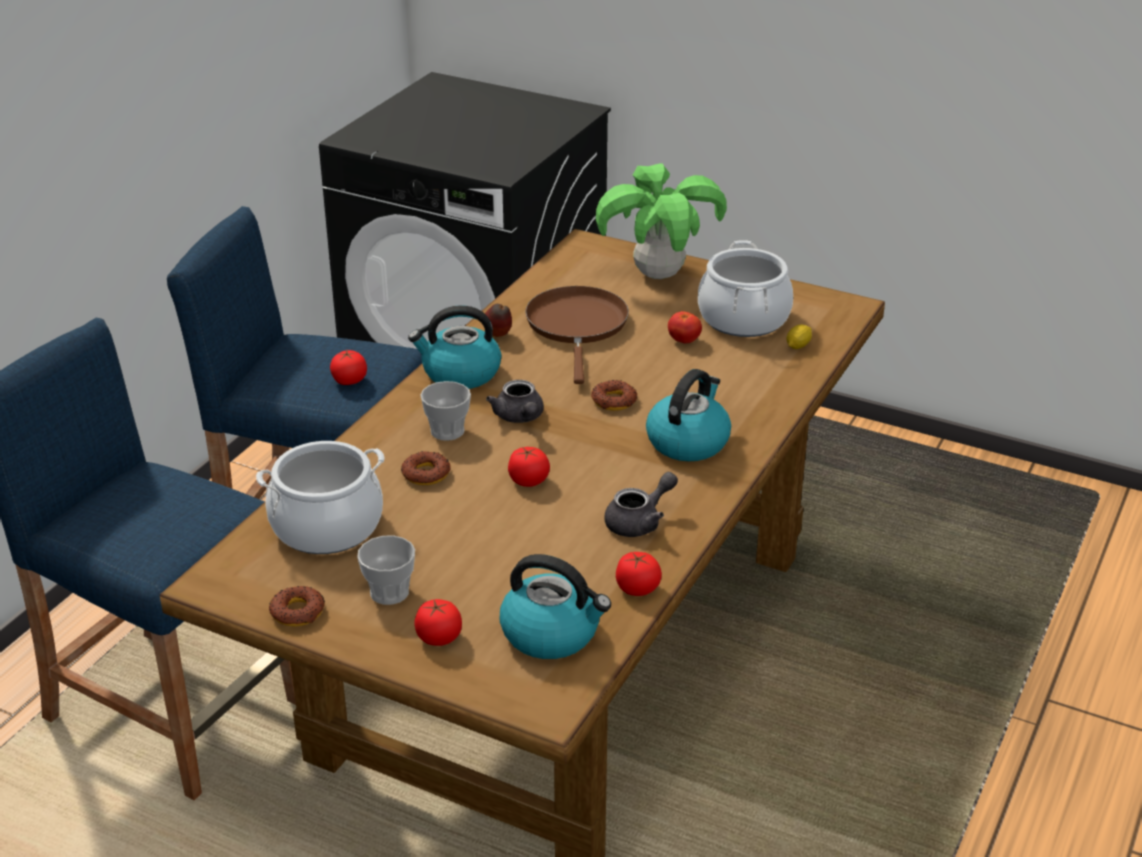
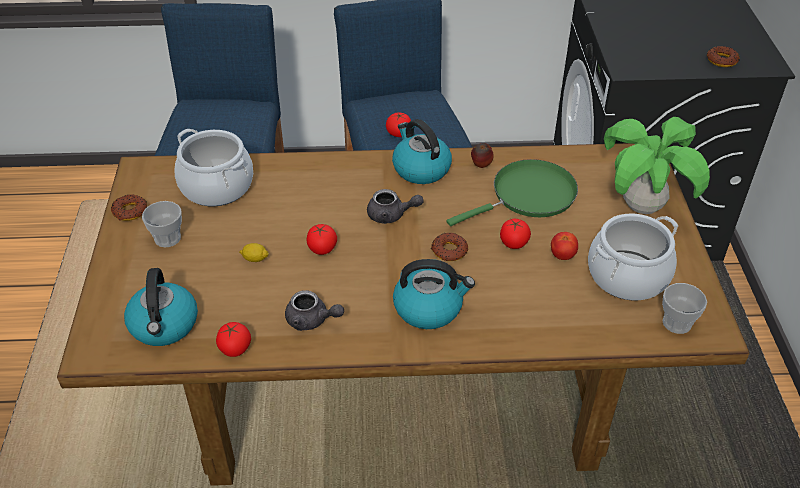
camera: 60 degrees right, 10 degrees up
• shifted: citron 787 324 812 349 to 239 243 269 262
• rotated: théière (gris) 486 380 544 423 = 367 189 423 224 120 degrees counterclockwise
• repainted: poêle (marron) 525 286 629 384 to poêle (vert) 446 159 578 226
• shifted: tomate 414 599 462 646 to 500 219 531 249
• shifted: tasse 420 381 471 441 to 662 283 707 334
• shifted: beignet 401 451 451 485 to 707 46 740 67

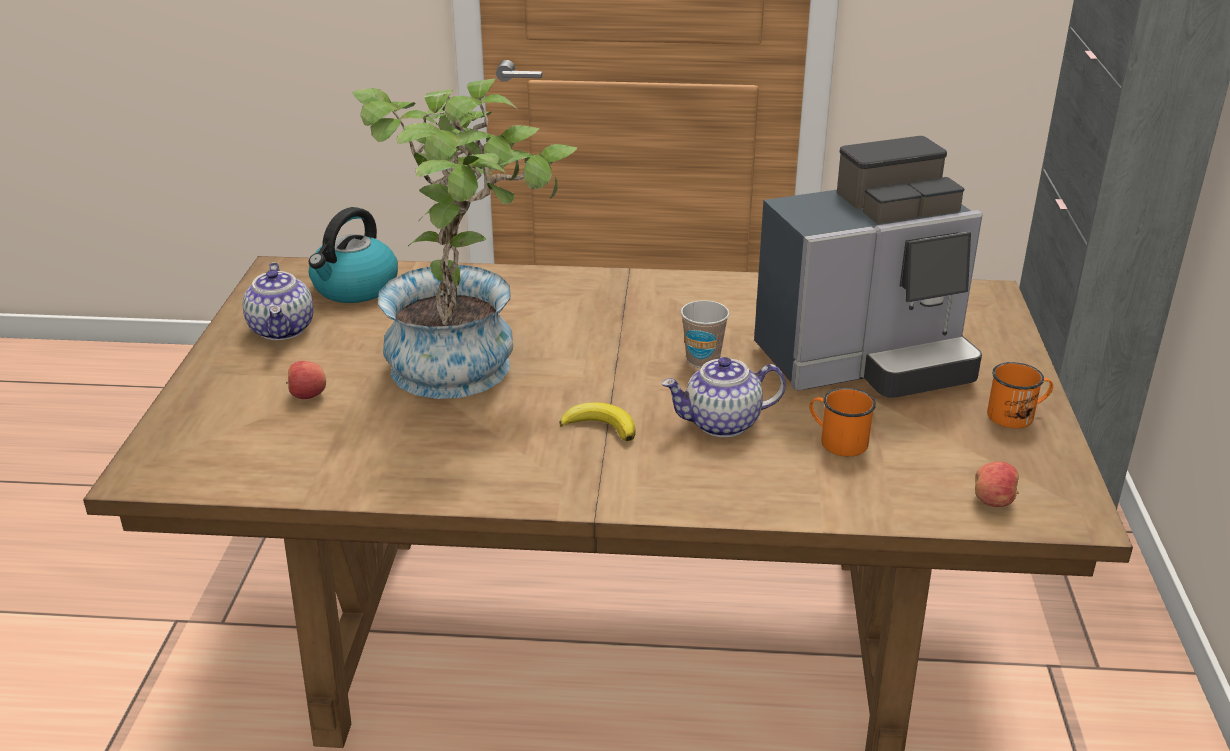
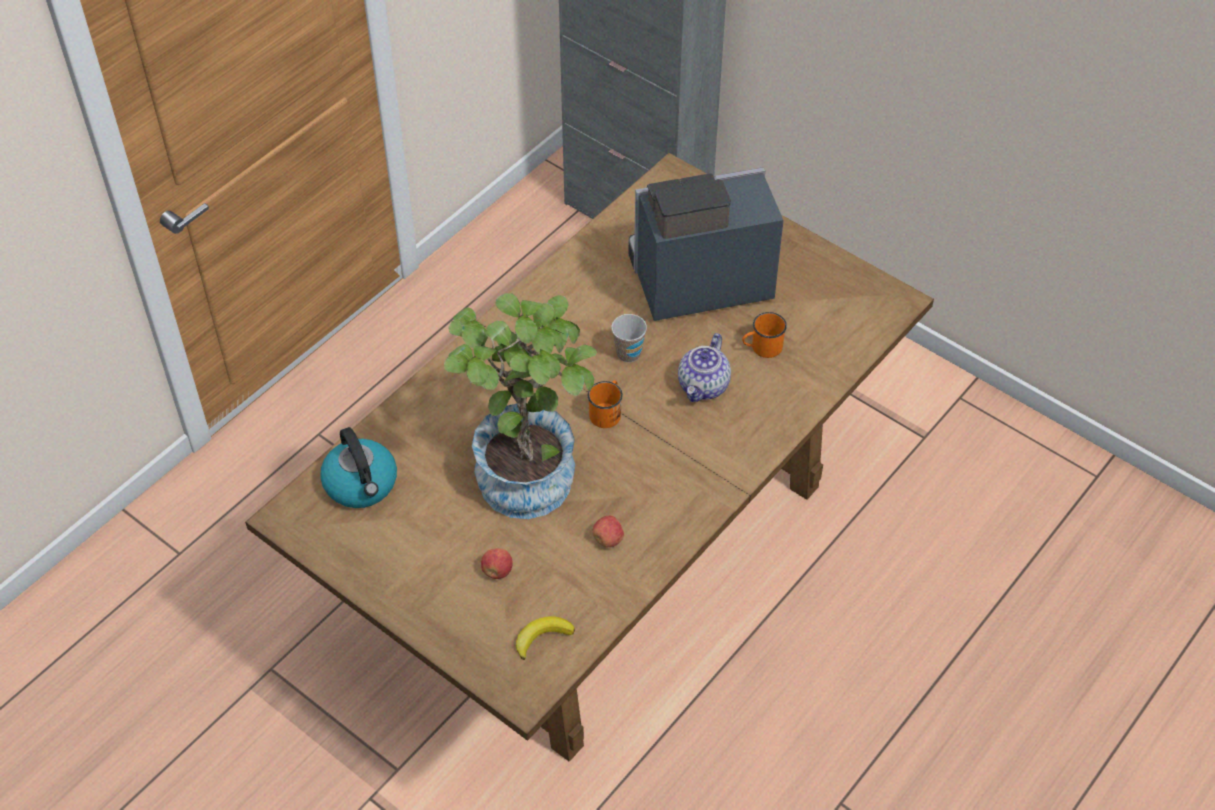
camera: 55 degrees left, 20 degrees up
• shifted: banane 559 402 636 441 to 516 616 575 660
• shifted: mug (orange) 987 362 1053 428 to 588 380 623 428
• shifted: pomme 975 461 1019 507 to 592 516 624 547
• rotated: machine à café 754 136 983 398 = 629 167 784 321 120 degrees counterclockwise
• gone: théière 243 262 314 340

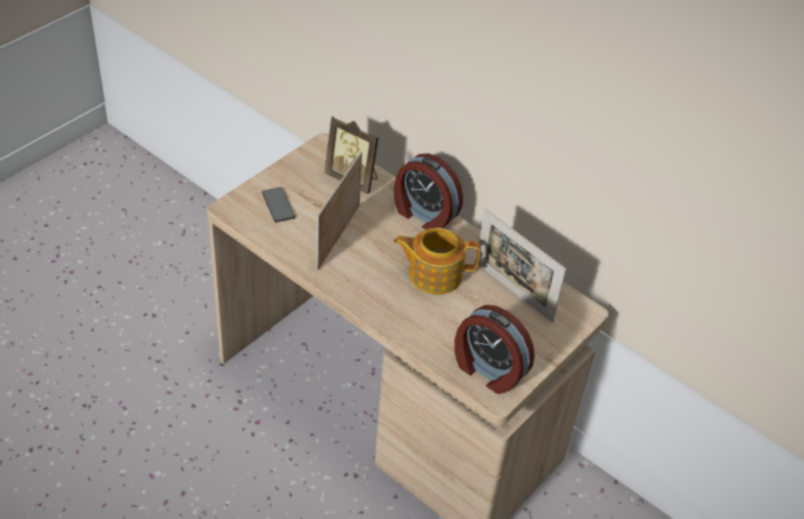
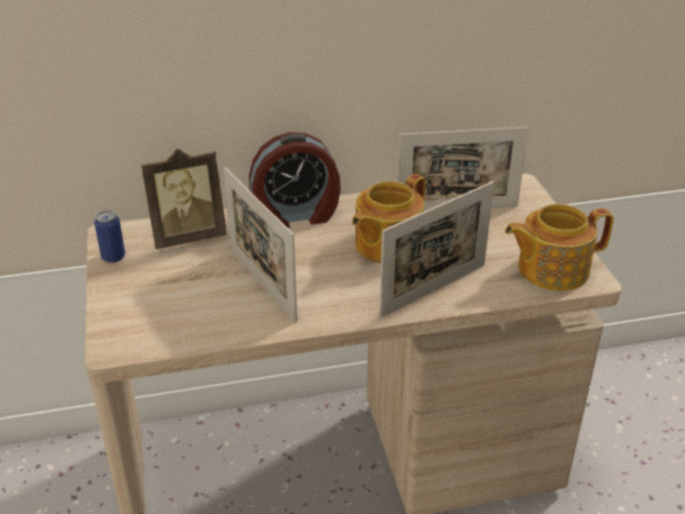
camera: 50 degrees left, 10 degrees down
• new: boîte métallique 94 210 125 263
• new: cadre photo 379 181 494 318
• swapped: réveil 454 305 535 394 to théière 505 204 614 291
• gone: téléphone 262 187 295 222

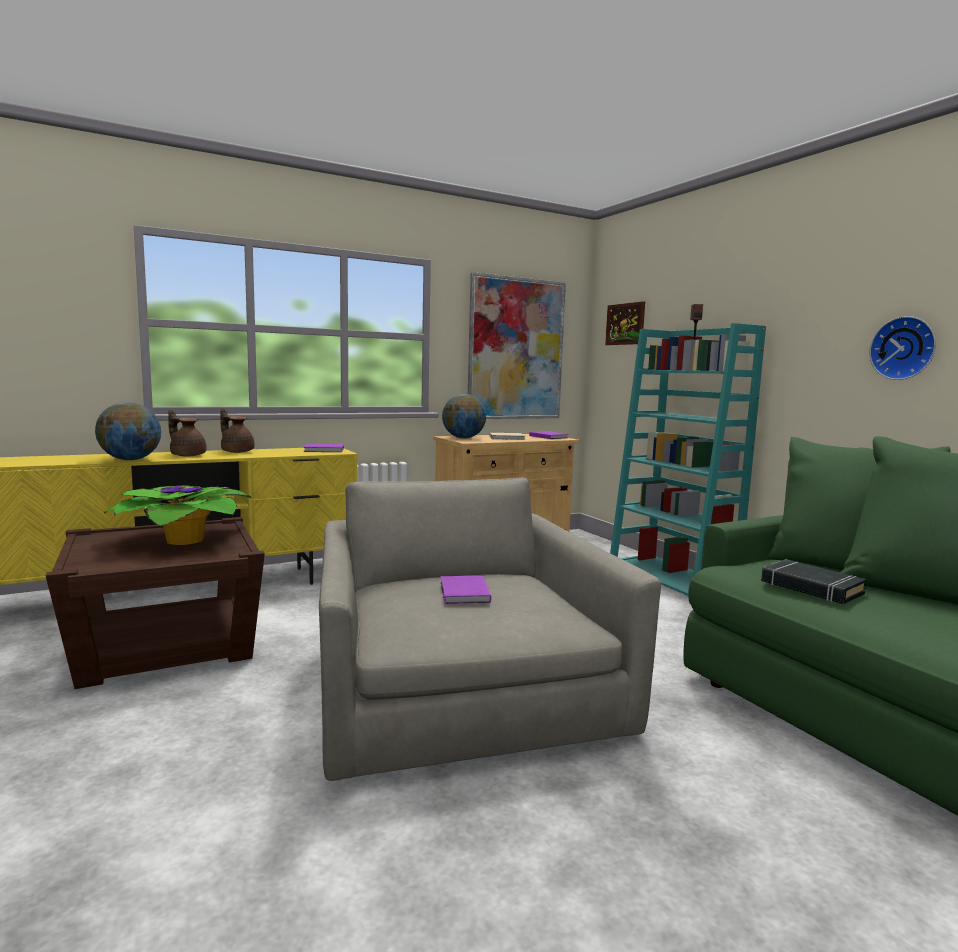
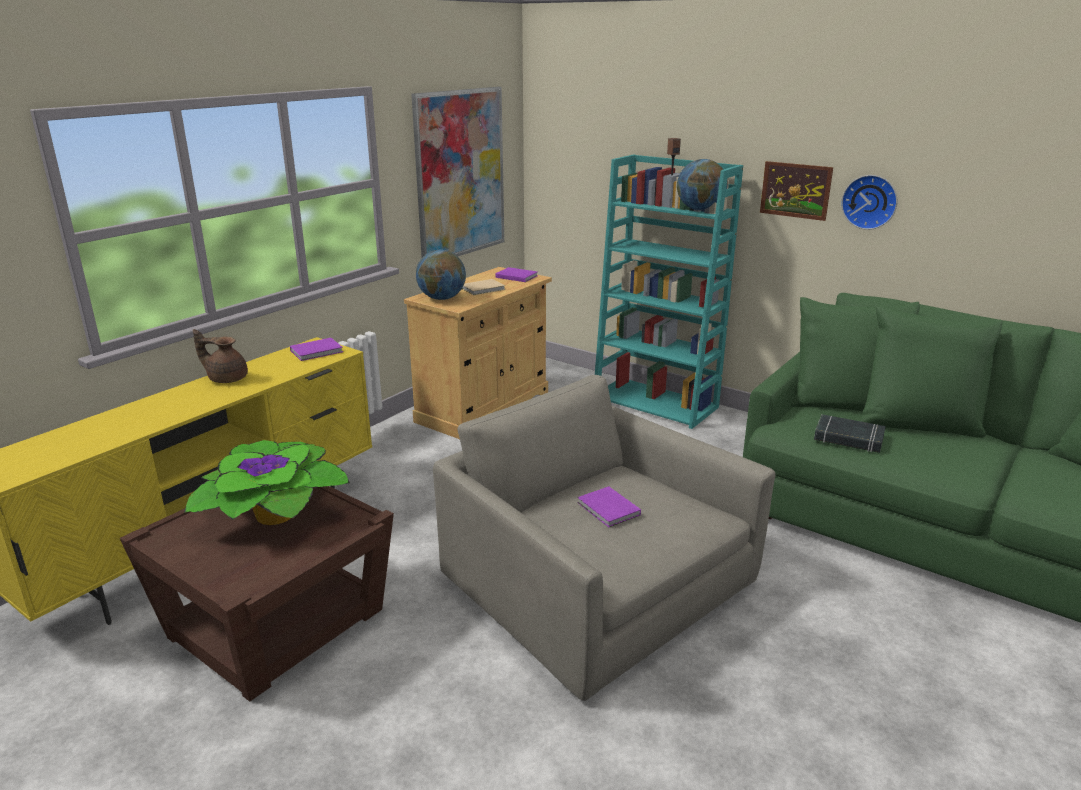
camera: 25 degrees left, 15 degrees up
• shifted: globe 95 402 161 460 to 677 159 728 211
• shifted: tableau 605 301 645 345 to 760 161 833 221
• gone: théière (marron) 168 409 207 456

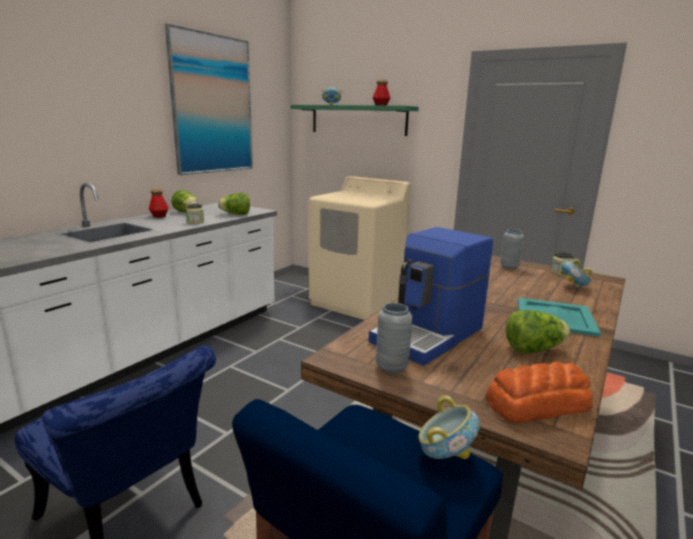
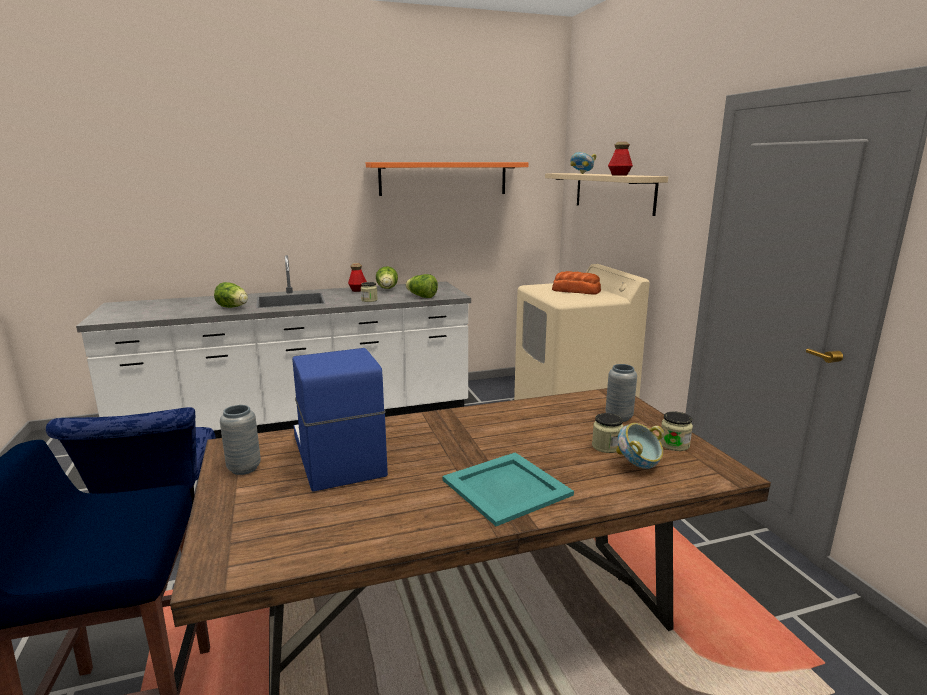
camera: 40 degrees right, 0 degrees up
• shifted: laitue 506 310 570 354 to 214 282 248 308
• rotated: machine à café 369 227 493 366 = 292 348 388 492 75 degrees clockwise
• swapped: tableau 165 23 253 175 to étagère (orange) 366 162 528 196
• repainted: étagère (vert) 290 105 419 136 to étagère (beige) 545 173 668 216
• shifted: pain 485 362 593 423 to 552 271 601 294
• new: bocal 592 413 624 453
• gone: bol 418 395 480 459

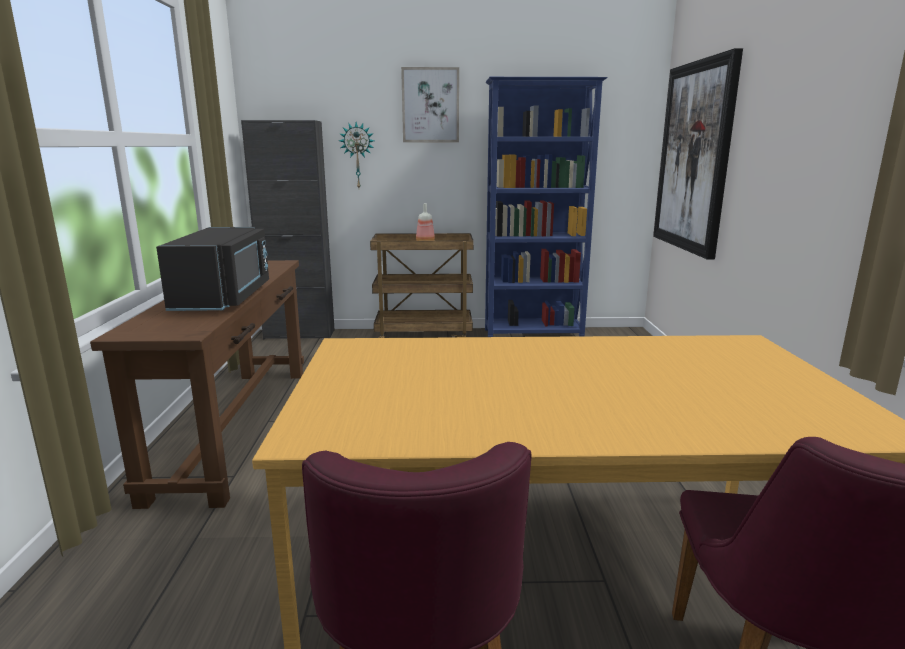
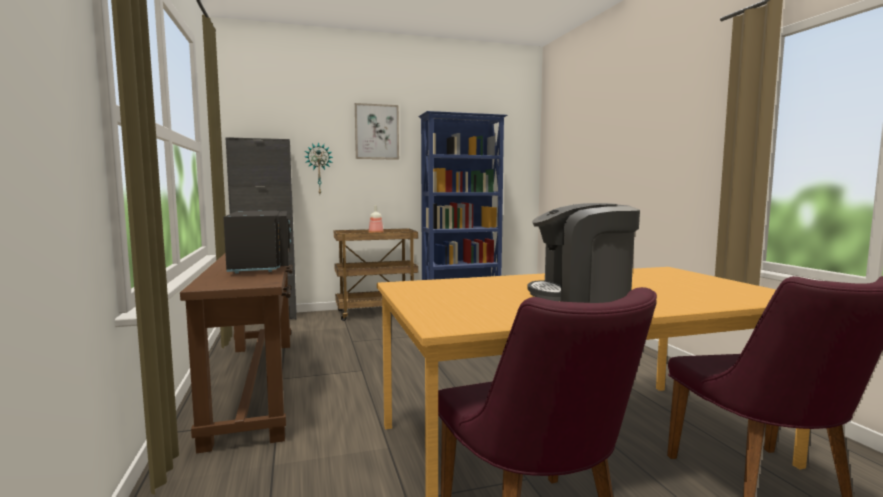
camera: 15 degrees left, 10 degrees down
• new: machine à café 528 203 640 303
• gone: tableau 653 48 743 260

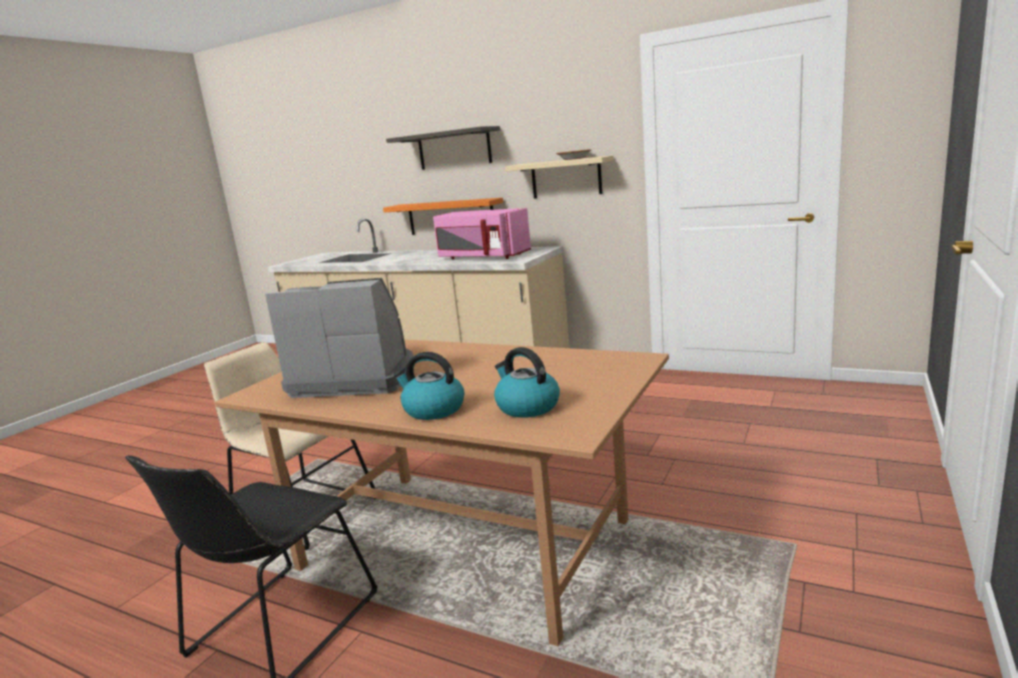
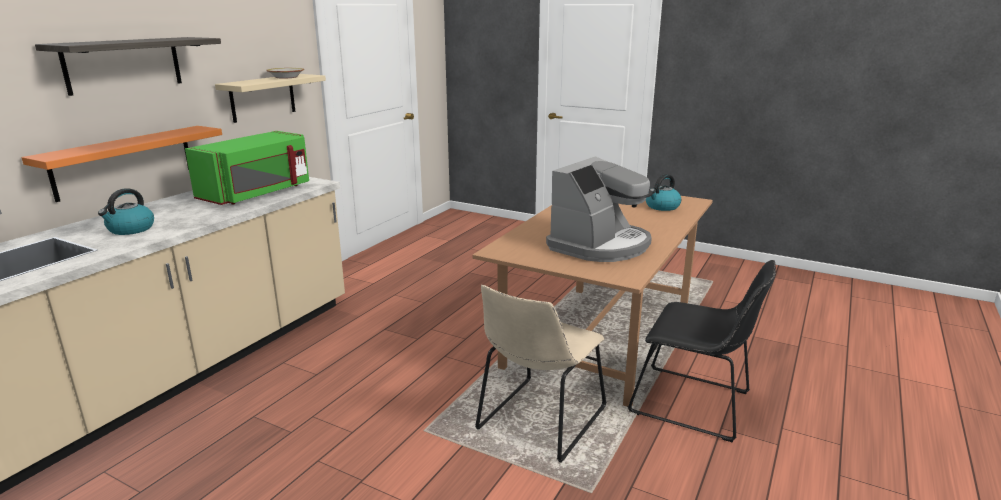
camera: 90 degrees left, 5 degrees up
• shifted: bouilloire 394 352 464 420 to 98 188 154 235
• repainted: micro-ondes (rose) 433 208 531 259 to micro-ondes (vert) 185 131 309 205
• rotated: machine à café 265 278 414 398 = 546 156 653 262 150 degrees counterclockwise

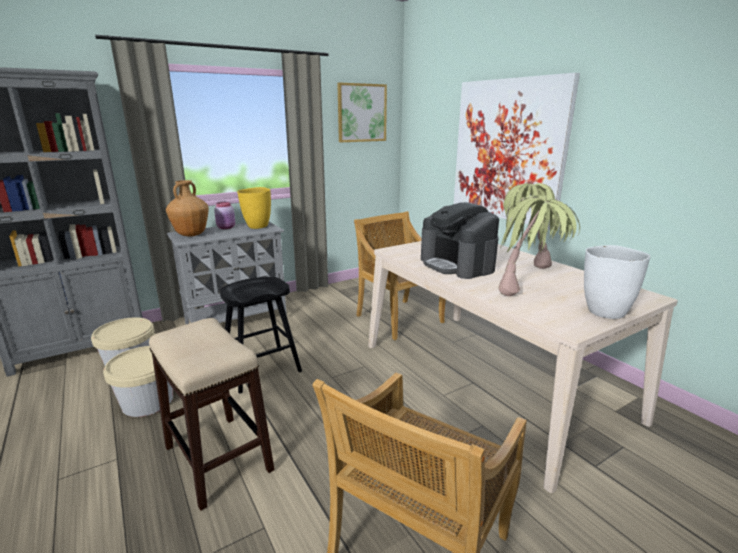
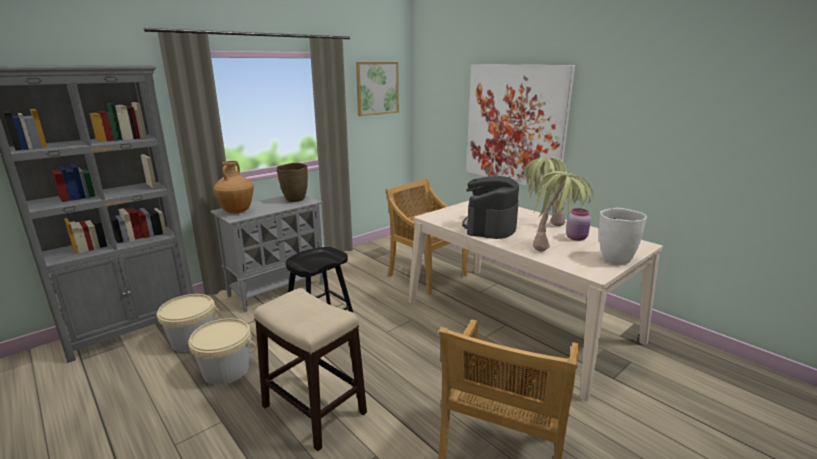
camera: 10 degrees left, 0 degrees up
• repainted: vase (jaune) 237 187 271 229 to vase (marron) 276 163 308 202
• rotated: machine à café 421 202 499 279 = 462 176 519 239 60 degrees clockwise
• shifted: bocal (rose) 214 202 235 229 to 566 208 591 241

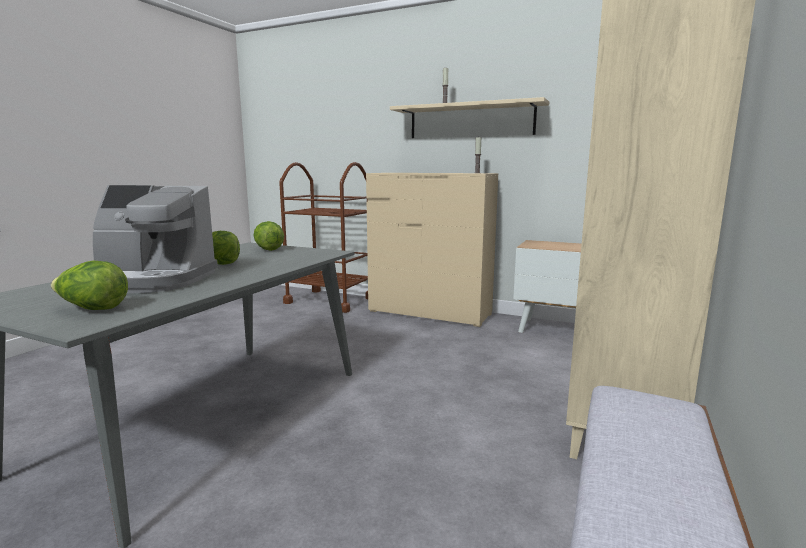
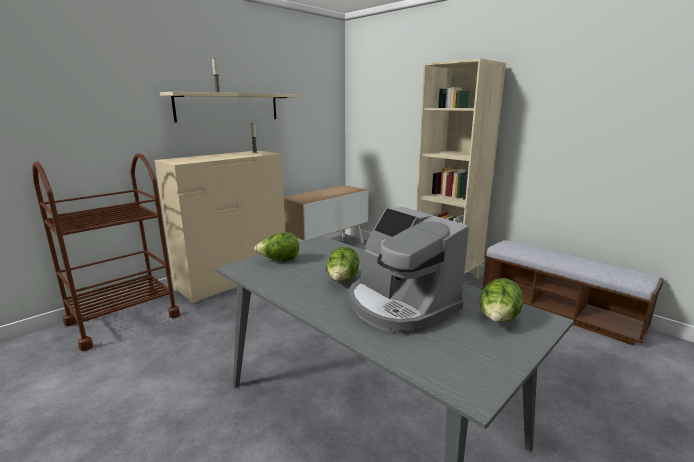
camera: 70 degrees left, 5 degrees up
• rotated: machine à café 93 185 218 293 = 348 207 469 334 120 degrees clockwise

